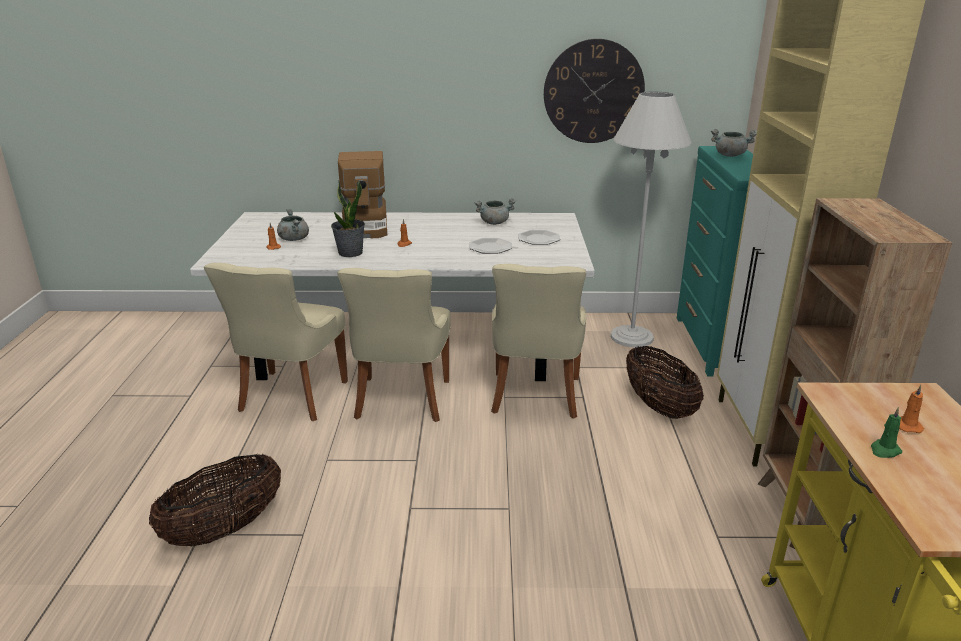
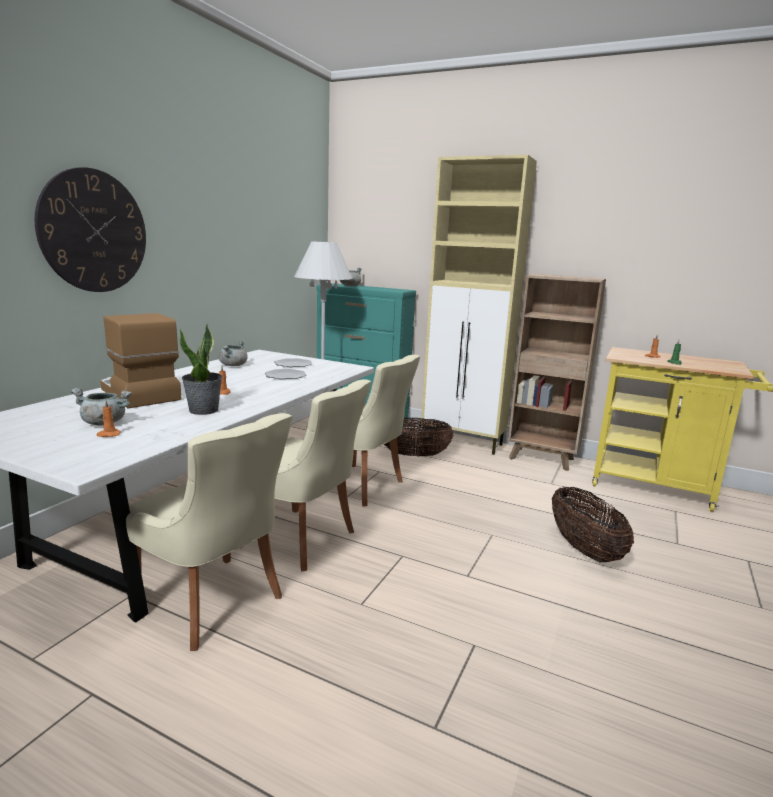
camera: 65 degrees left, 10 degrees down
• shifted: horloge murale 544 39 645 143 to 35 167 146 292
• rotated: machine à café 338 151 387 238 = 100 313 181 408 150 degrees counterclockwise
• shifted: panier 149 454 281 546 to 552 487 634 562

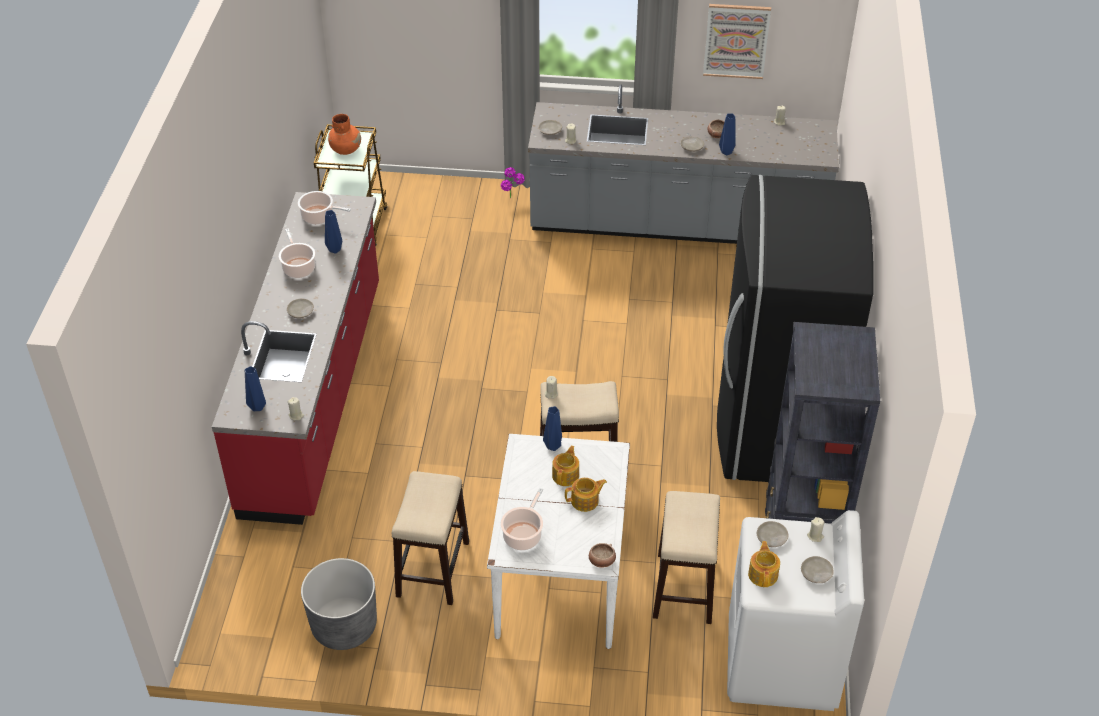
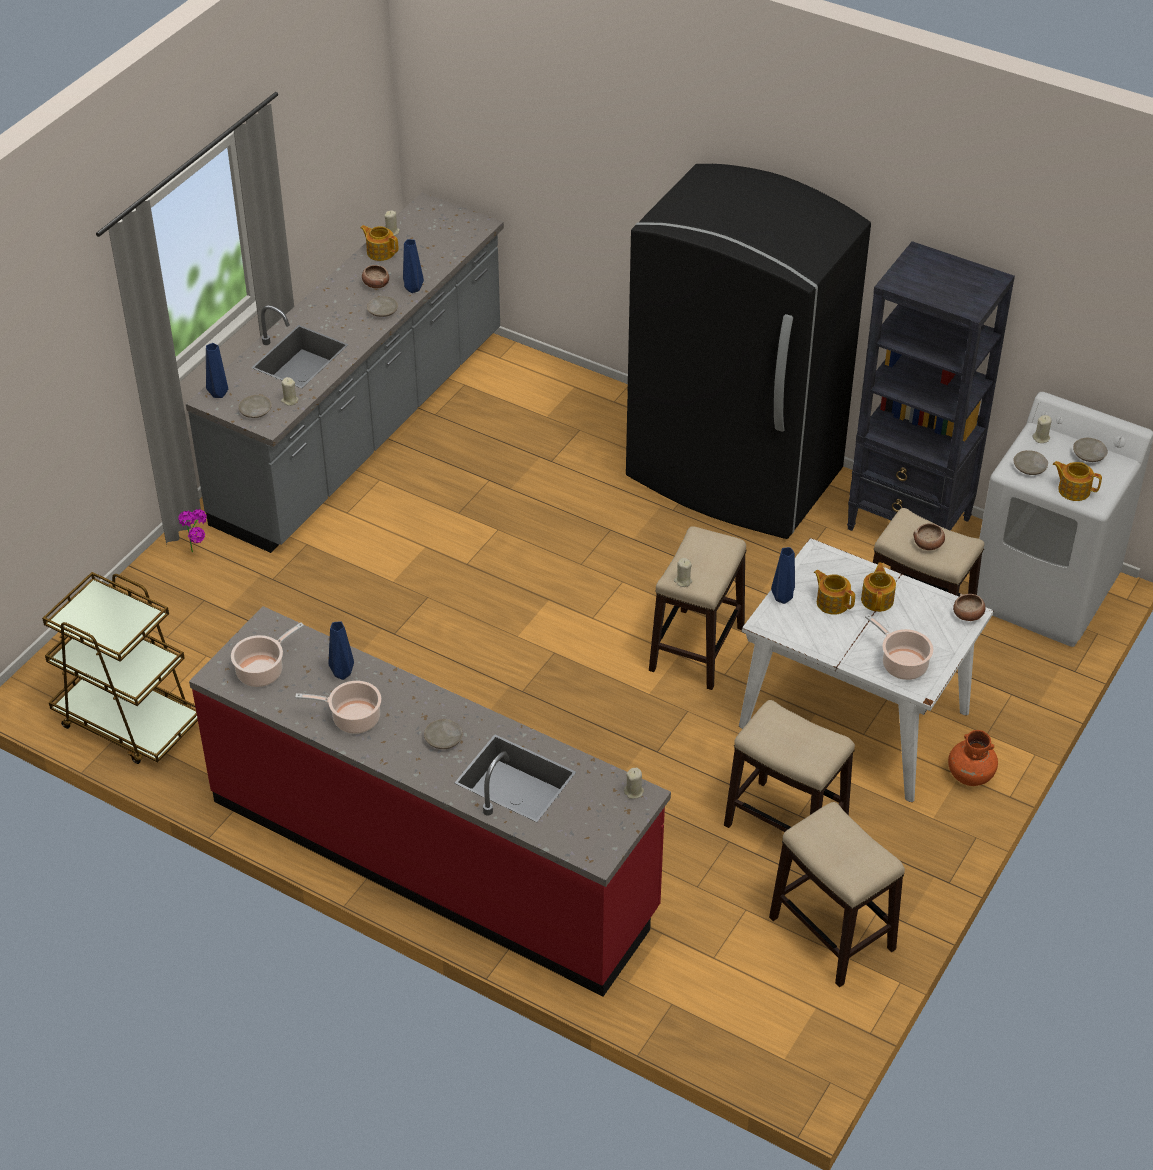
camera: 65 degrees left, 0 degrees up
• shifted: vase (bleu) 245 366 266 411 to 206 343 228 398
• new: théière 360 225 398 261
• swapped: cache-pot (gris) 301 558 377 650 to tabouret 769 802 905 987
• new: bol 913 523 945 550
• shifted: vase (orange) 328 114 361 155 to 948 730 998 786
• gone: tableau 703 4 771 79

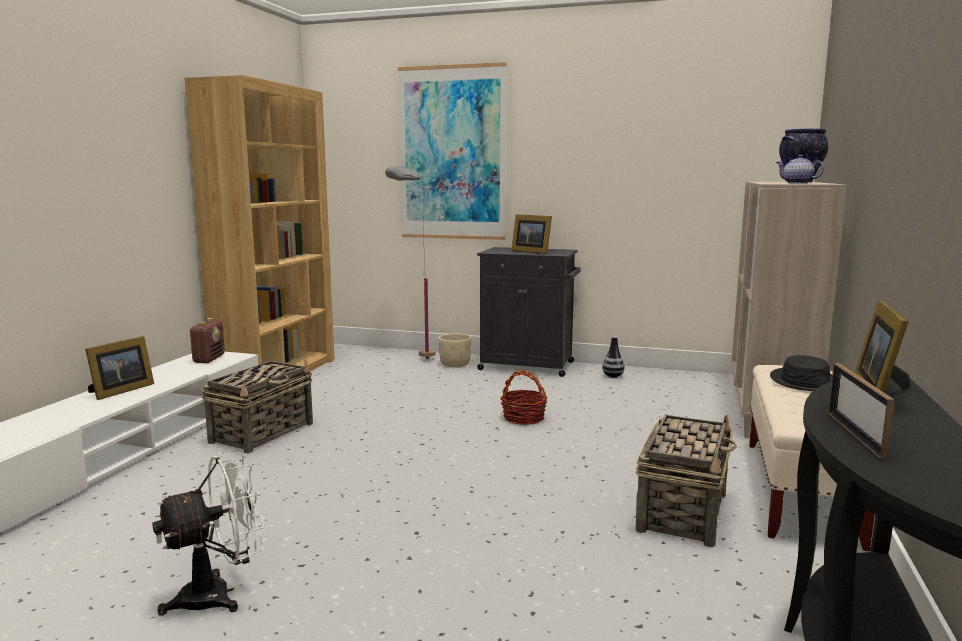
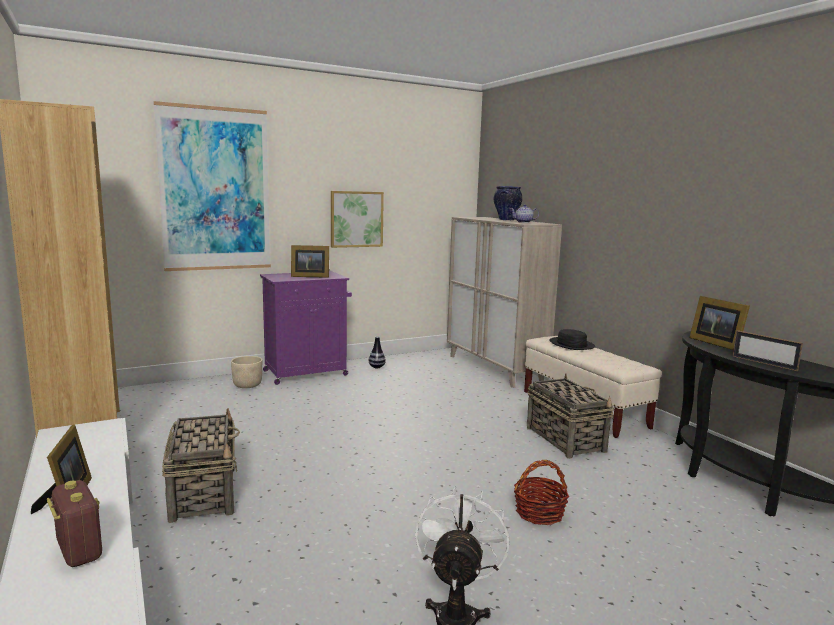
camera: 45 degrees left, 0 degrees up
• shifted: radio 189 318 225 363 to 47 480 102 567
• repainted: meuble de rangement (noir) 477 247 581 377 to meuble de rangement (violet) 260 271 352 385
• new: tableau 331 191 384 248
• shifted: panier 500 370 548 425 to 514 460 569 525
• gone: lampadaire (gris) 385 165 436 360

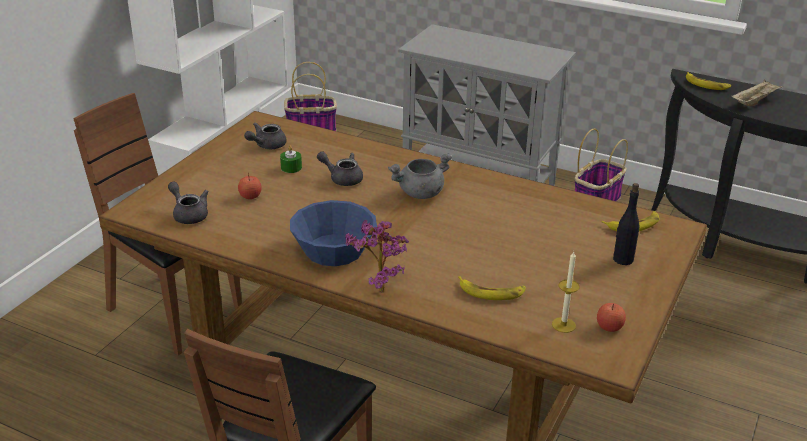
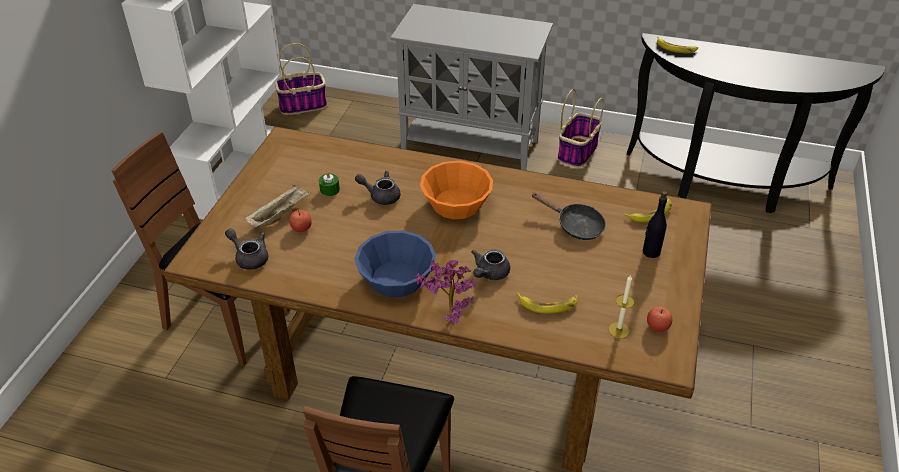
camera: 10 degrees left, 10 degrees up
• shifted: plateau (beige) 732 79 783 106 to 245 184 311 227
• swapped: marmite (gris) 388 153 452 199 to bol (orange) 420 161 493 219
• shifted: théière (gris) 244 122 287 149 to 471 249 510 280
• new: poêle (noir) 531 192 606 240

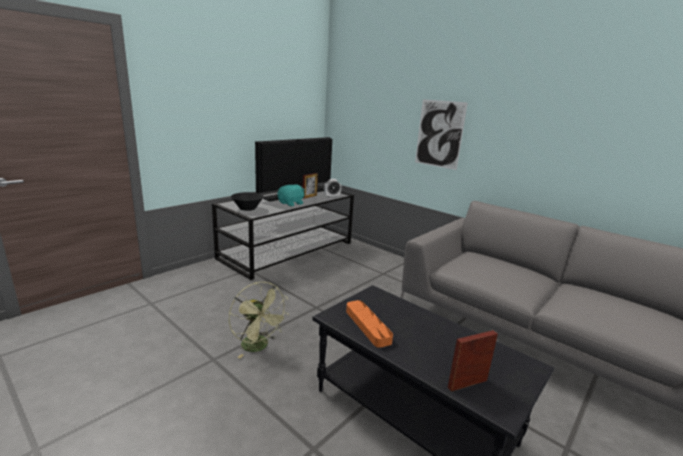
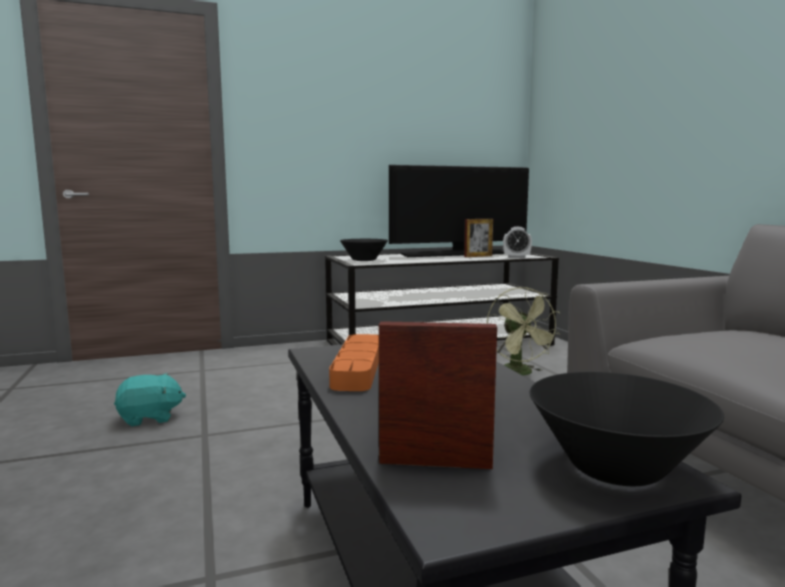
camera: 30 degrees right, 10 degrees down
• shifted: peluche (turquoise) 277 184 305 206 to 114 373 186 426
• shifted: ventilateur (vert) 229 282 289 358 to 487 287 560 375
• new: bol (noir) 530 372 724 486
• gone: tableau 415 99 468 170

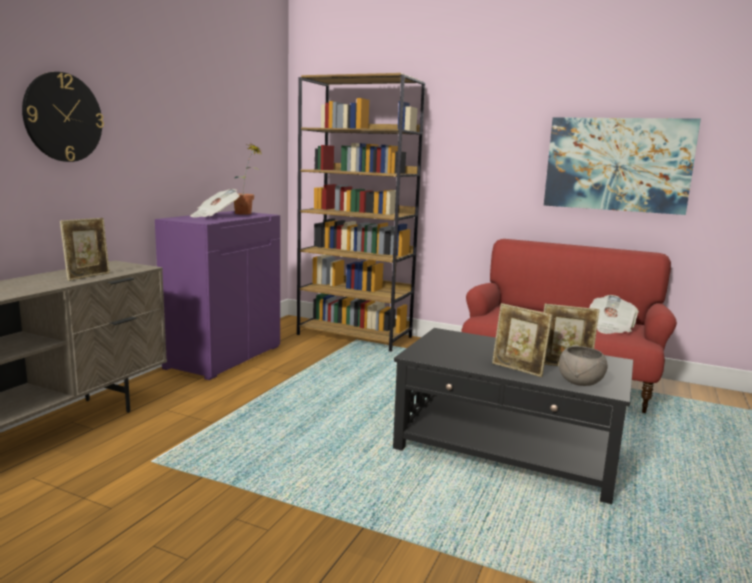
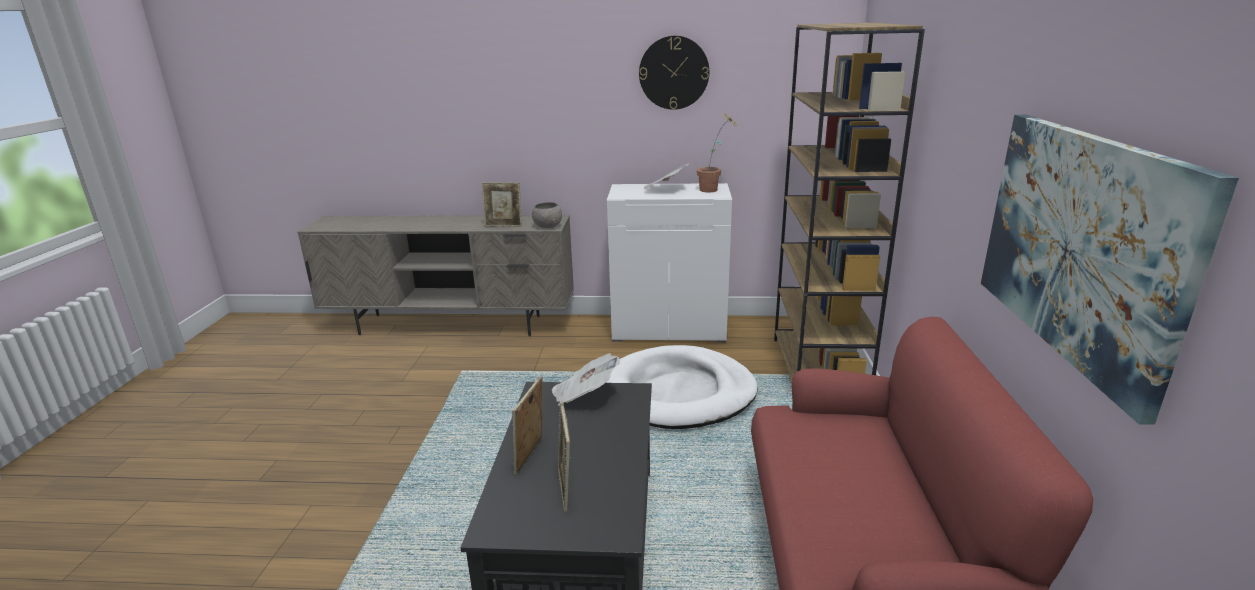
camera: 70 degrees right, 10 degrees up
• shifted: bol (gris) 559 346 608 386 to 532 202 562 228
• shifted: journal 589 295 639 334 to 552 353 620 406
• new: panier pour chien (blanc) 606 345 758 429
• repainted: meuble de rangement (violet) 155 211 280 380 to meuble de rangement (blanc) 607 183 732 342
• shifted: horloge murale 22 72 104 162 to 639 36 709 110

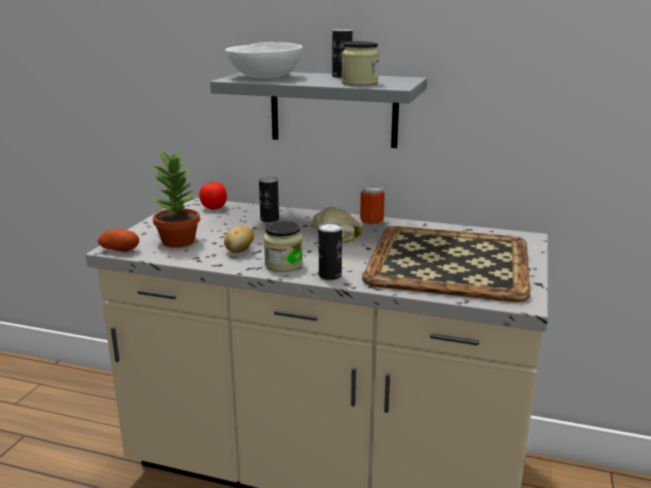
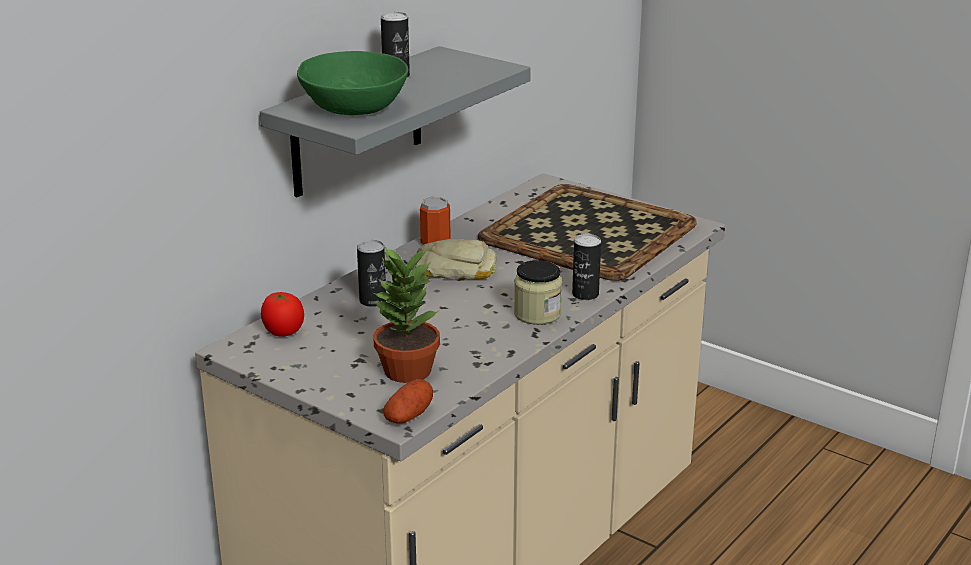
camera: 70 degrees left, 5 degrees up
• repainted: bol (blanc) 225 42 303 78 to bol (vert) 297 51 408 115
• gone: pomme de terre 224 226 254 253
• gone: bocal 342 41 379 86

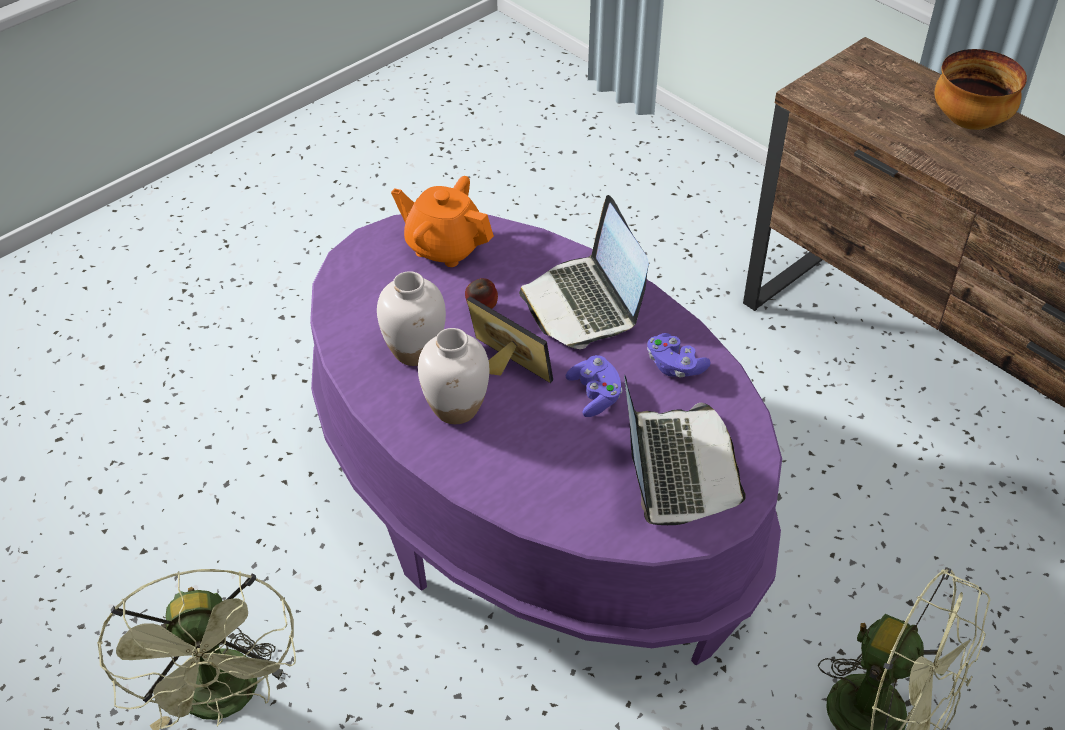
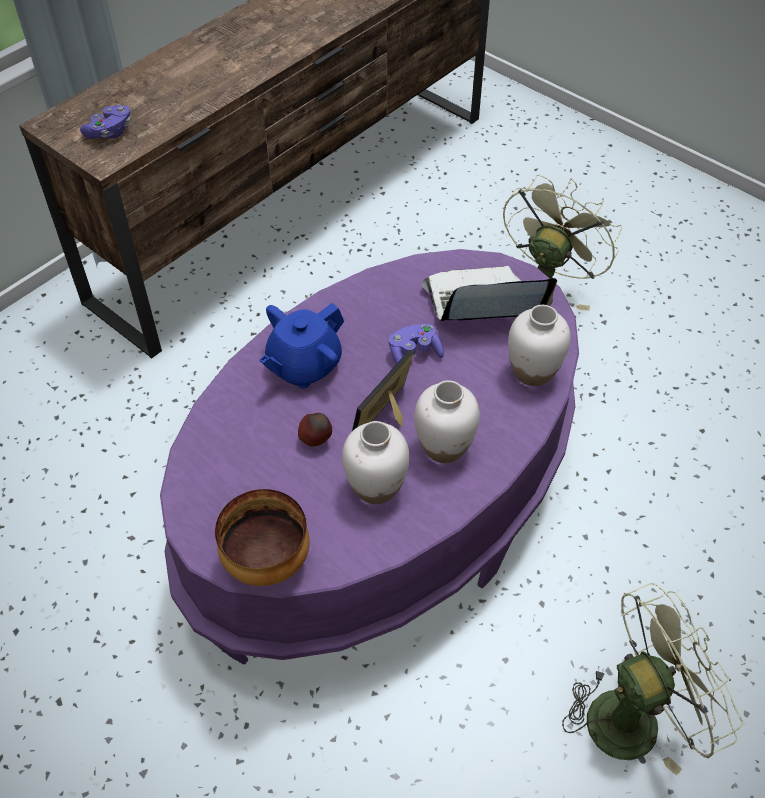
camera: 95 degrees left, 5 degrees up
• shifted: manette (violet) 647 333 711 378 to 80 105 130 139
• shifted: bol 935 49 1027 130 to 215 489 310 586
• swapped: ordinateur portable 519 195 649 349 to théière (bleu) 259 303 344 389
• new: vase (blanc) 508 305 571 386
• gone: théière (orange) 391 176 494 267

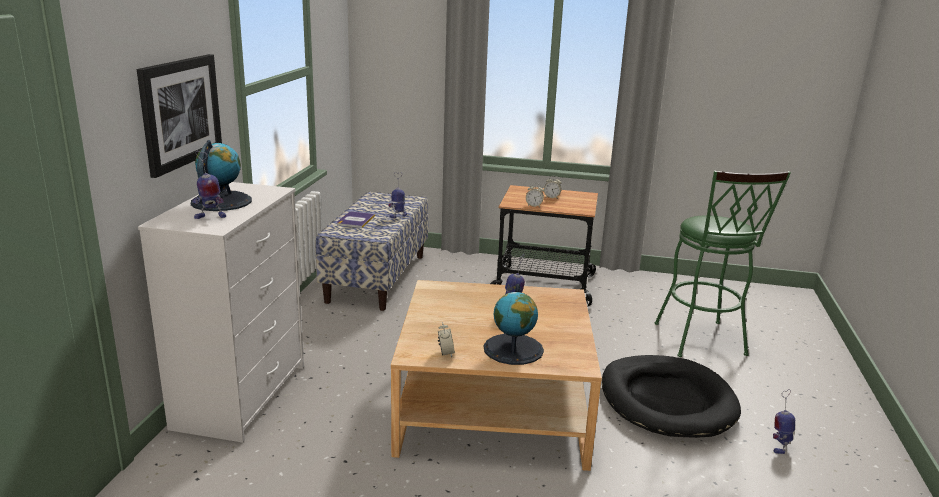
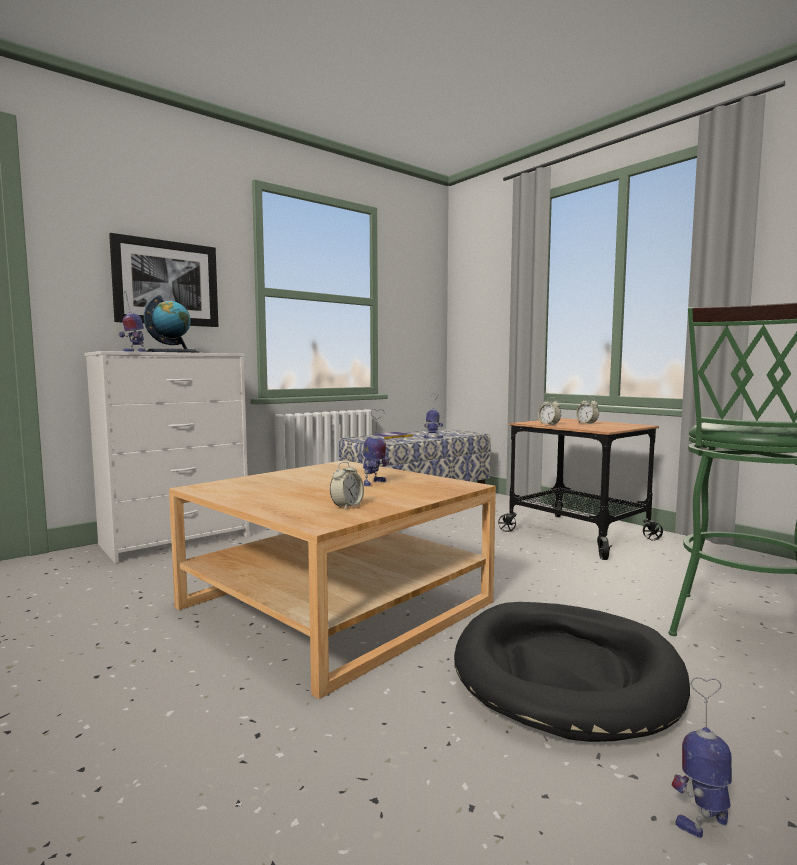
camera: 40 degrees right, 15 degrees down
• shifted: réveil 438 322 455 358 to 330 462 364 510
• gone: globe 483 284 544 365

